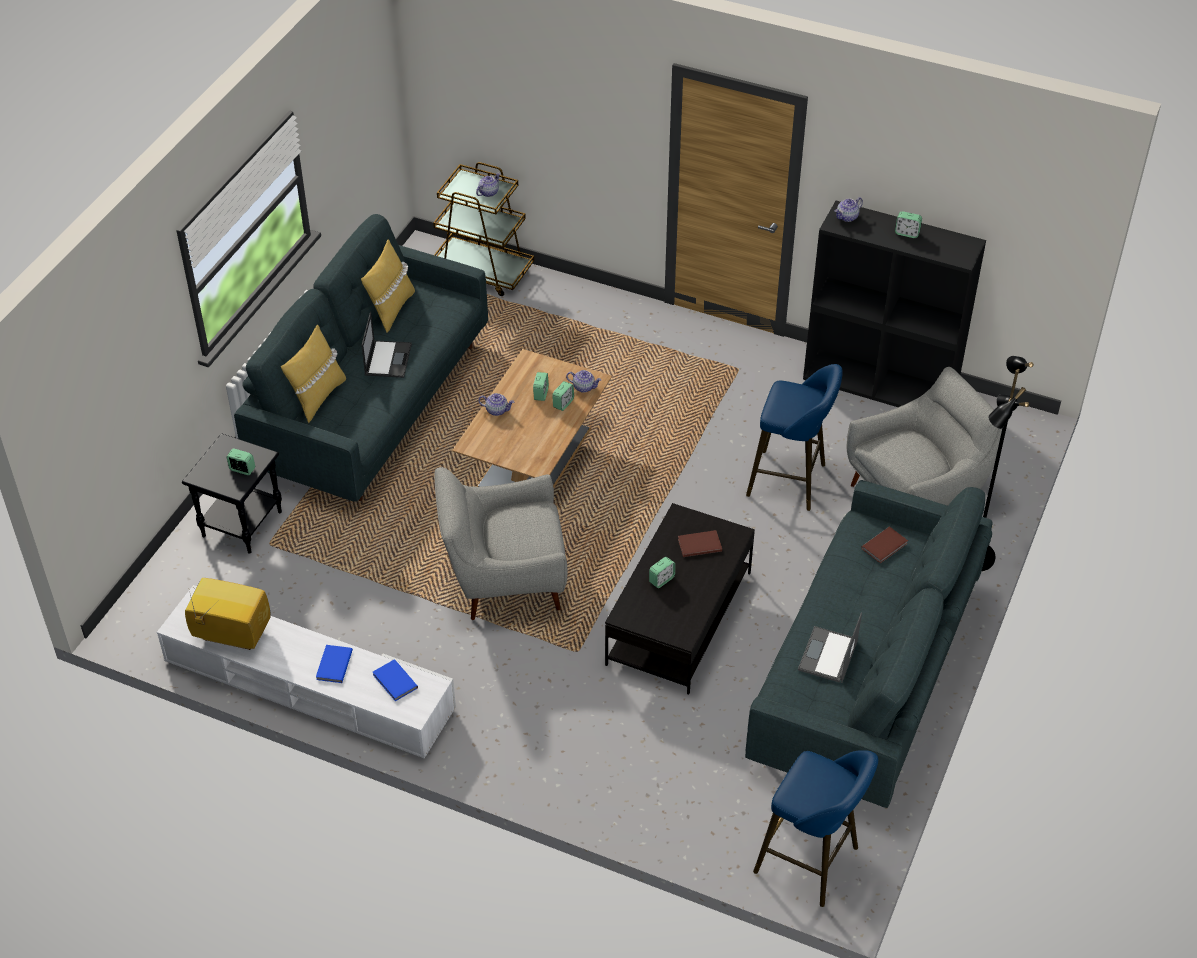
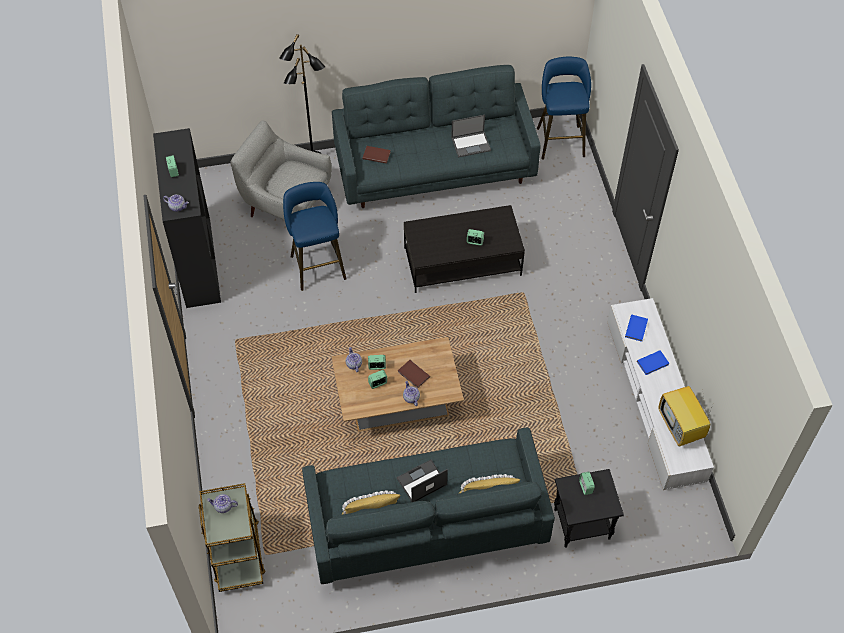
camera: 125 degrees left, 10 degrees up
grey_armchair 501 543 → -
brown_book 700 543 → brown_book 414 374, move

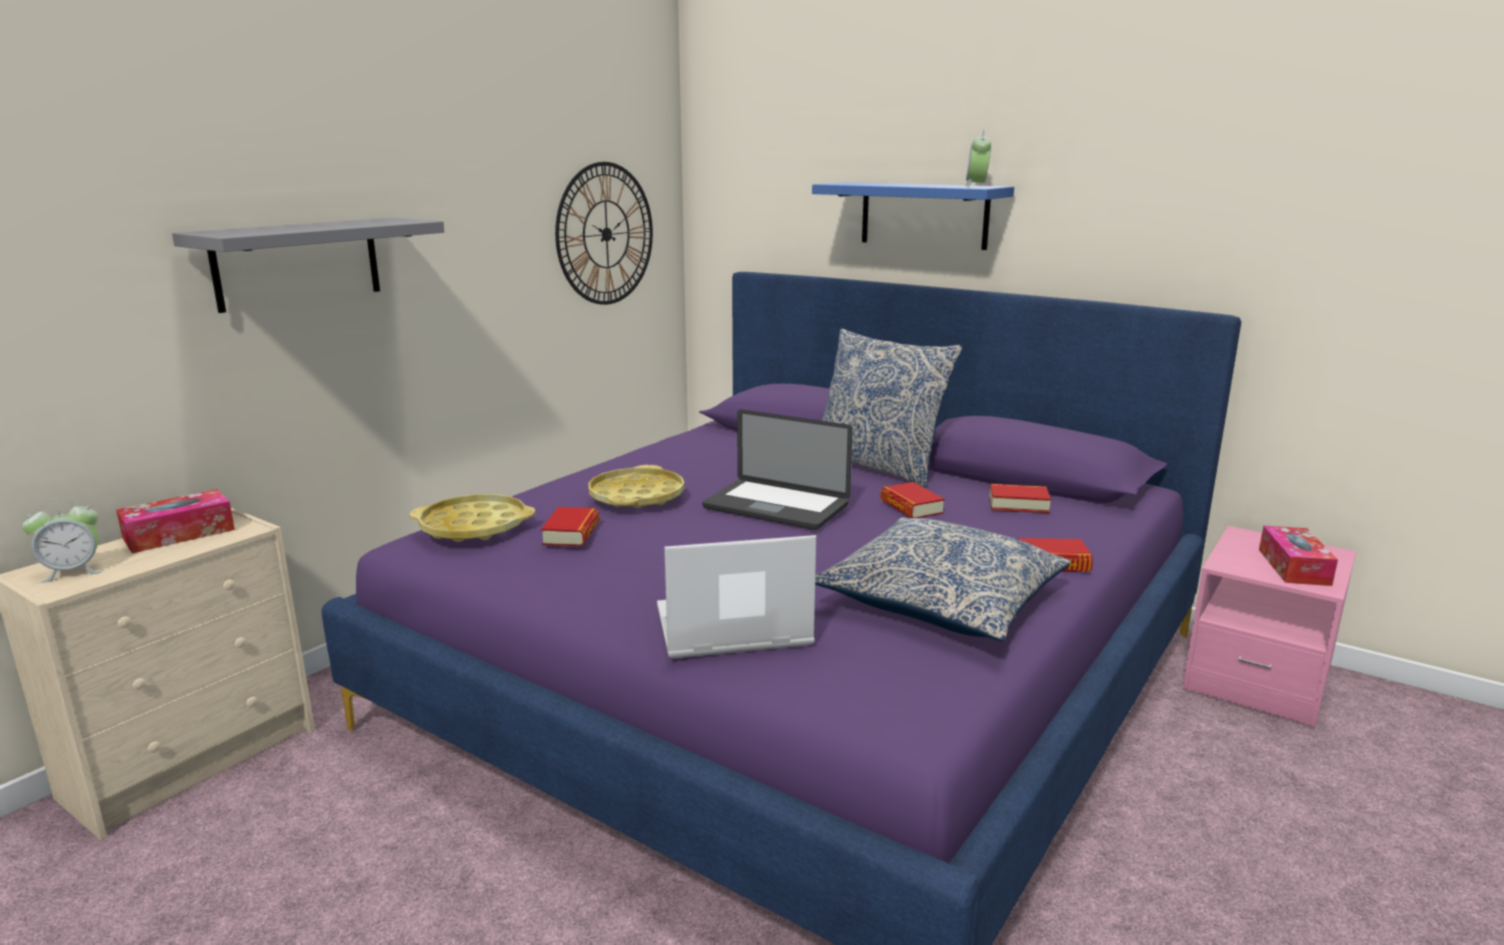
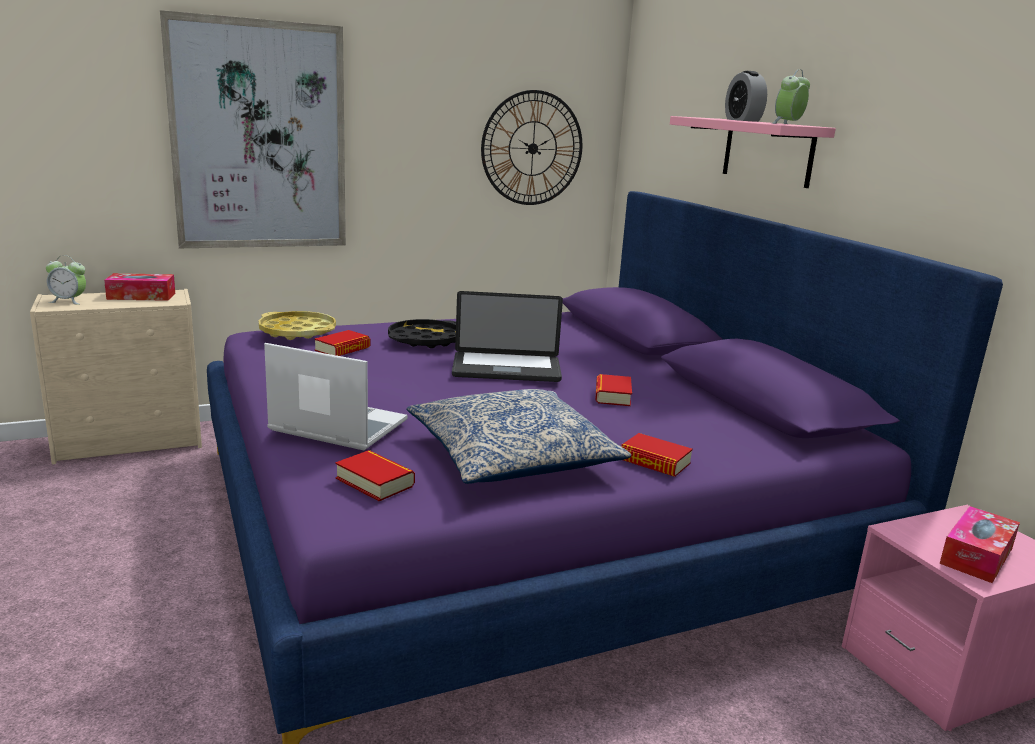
camera: 30 degrees right, 0 degrees up
grey_shelf 308 265 → picture 253 129
yellow_tray 636 486 → black_tray 422 333
laptop 777 470 → laptop 507 336, 60 degrees counterclockwise
blue_shelf 913 216 → pink_shelf 753 152
pillow 892 408 → -
book 1020 498 → book 375 475, move
- → alarm_clock 746 96

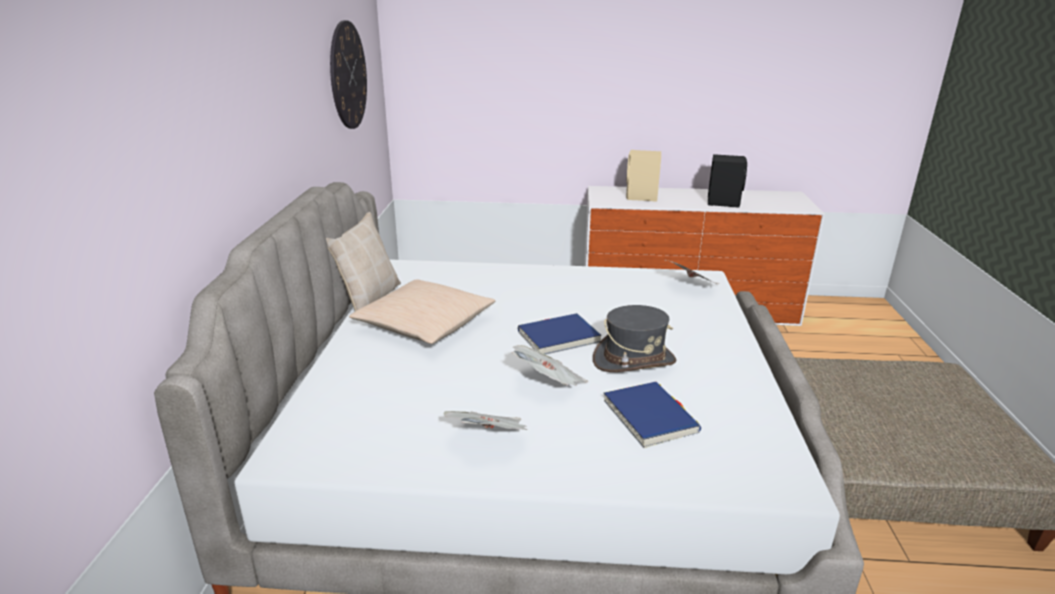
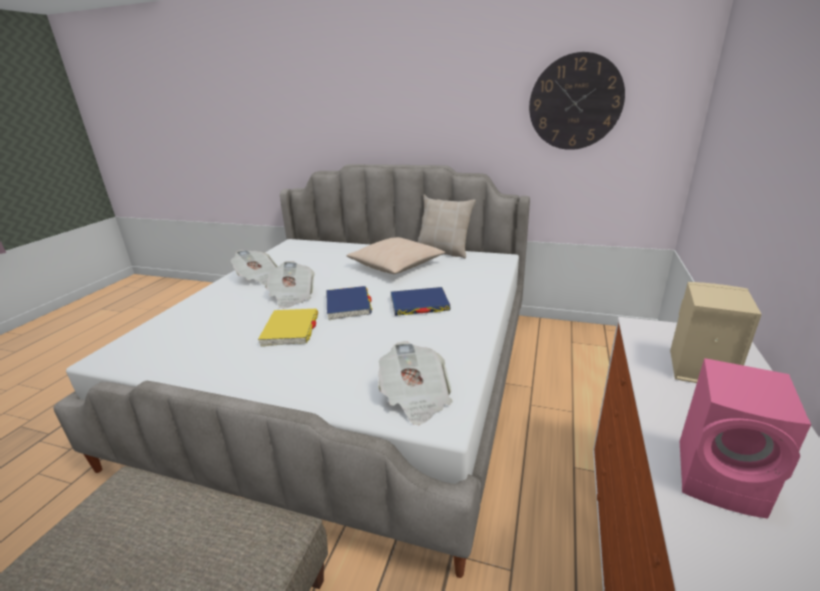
camera: 105 degrees right, 0 degrees up
grey_hat 634 338 → yellow_book 288 328
blue_book 652 415 → blue_book 420 301, move
black_speaker 727 181 → pink_speaker 745 438

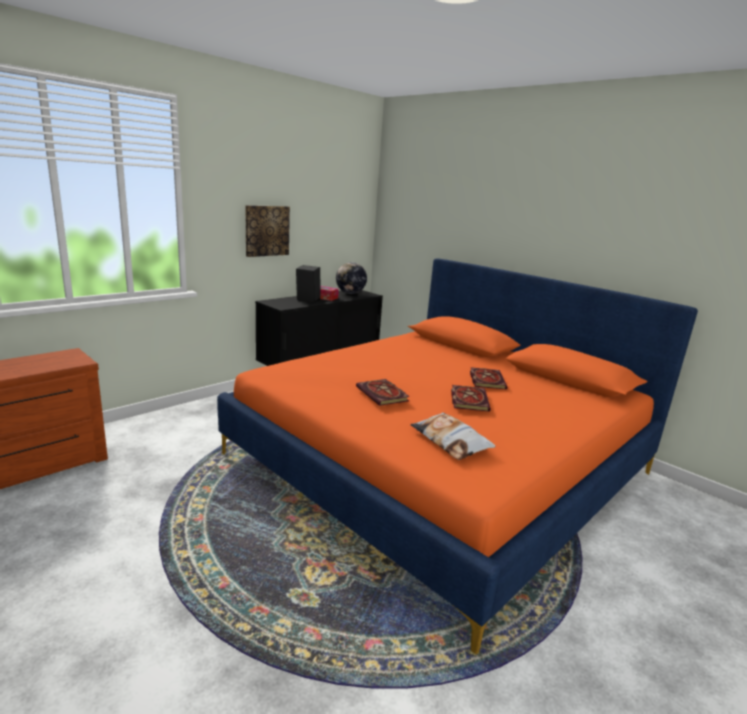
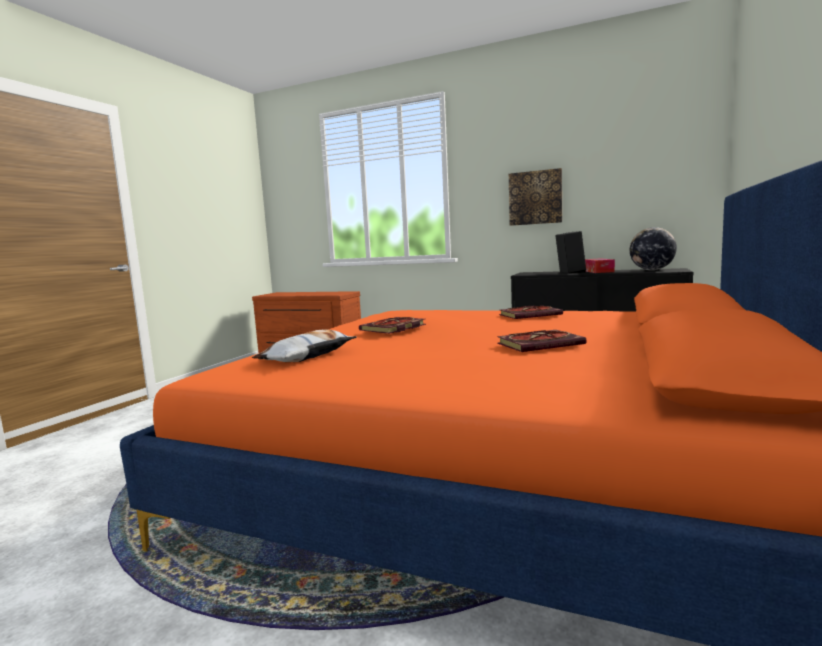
camera: 70 degrees right, 10 degrees down
book 471 398 → book 531 312, move

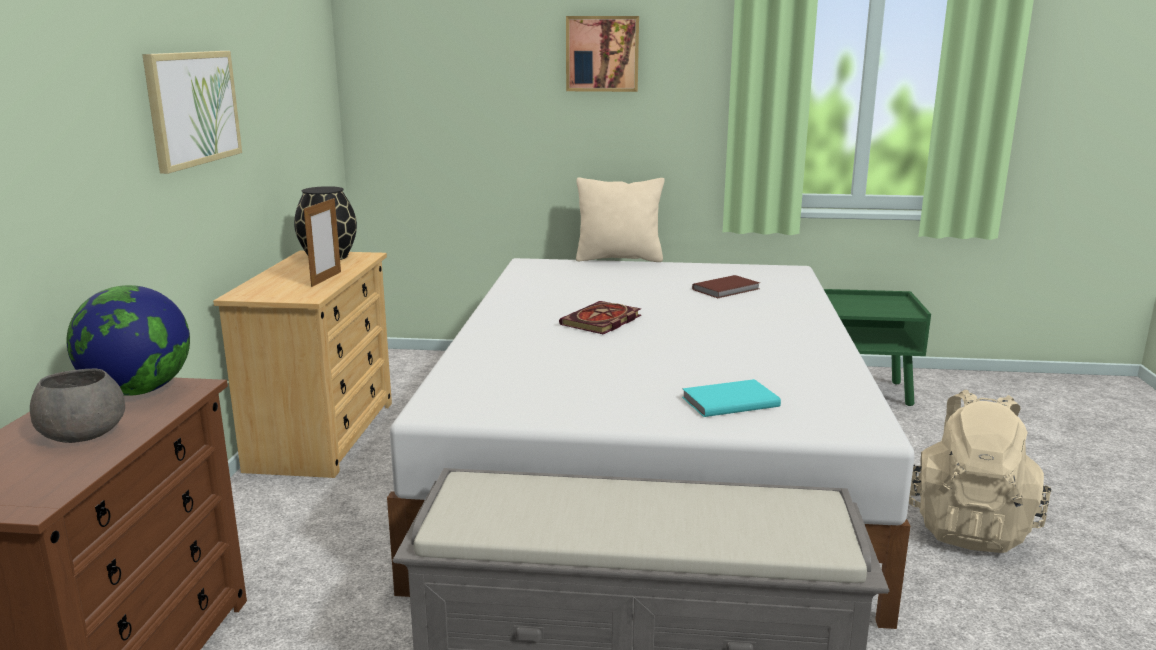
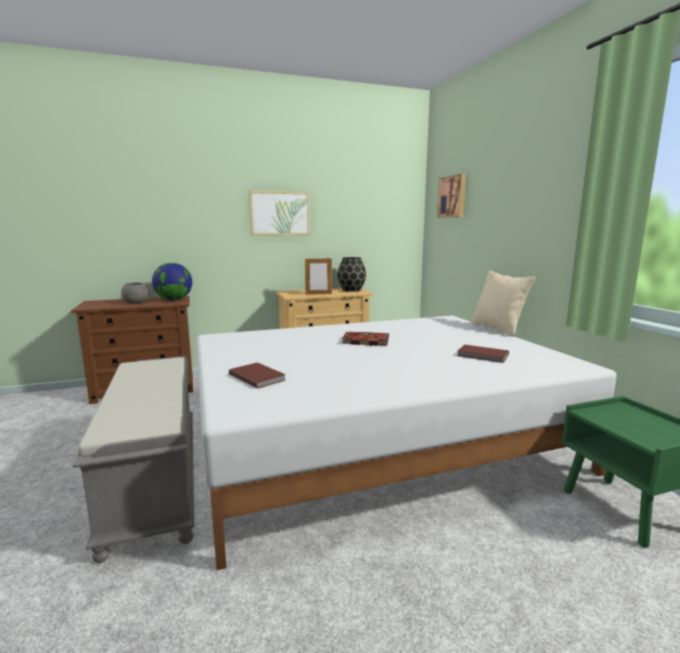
camera: 65 degrees right, 5 degrees down
picture 602 54 → picture 451 196, move
turquoise_book 731 398 → brown_book 257 376
beige_backpack 980 471 → -

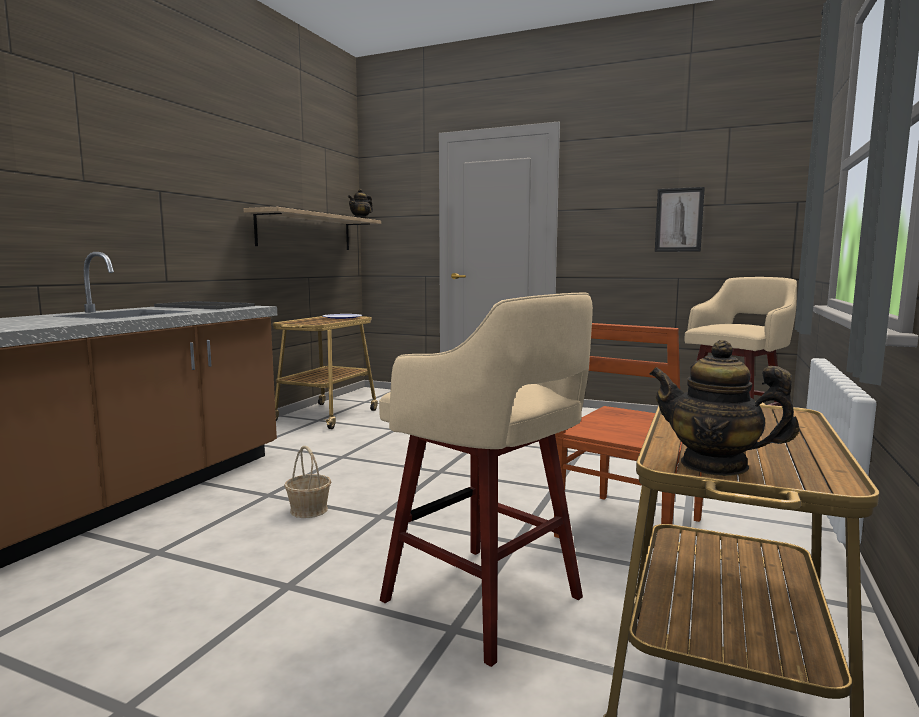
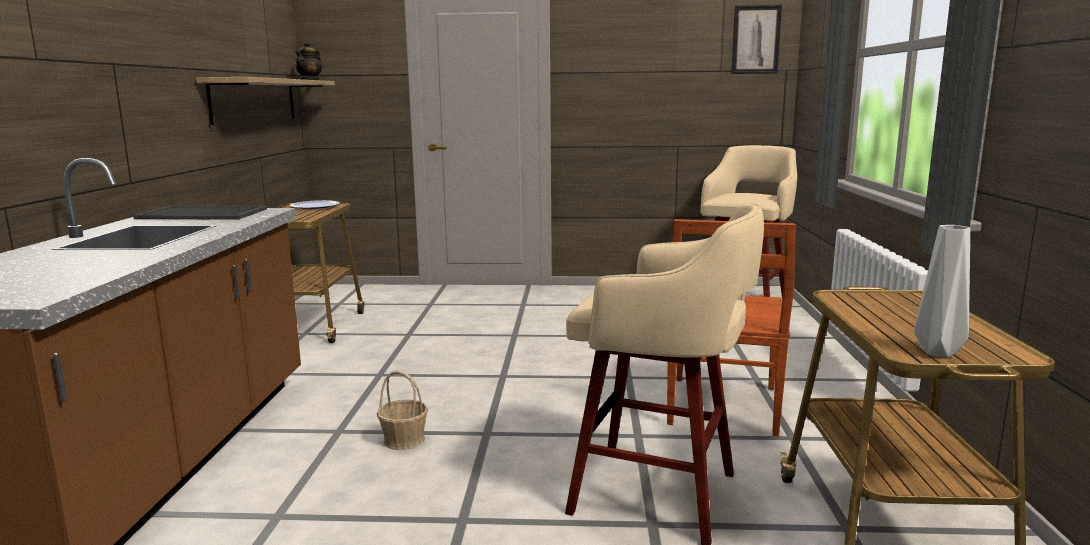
camera: 20 degrees left, 5 degrees up
teapot 724 408 → grey_vase 942 291
picture 680 219 → picture 756 39, move

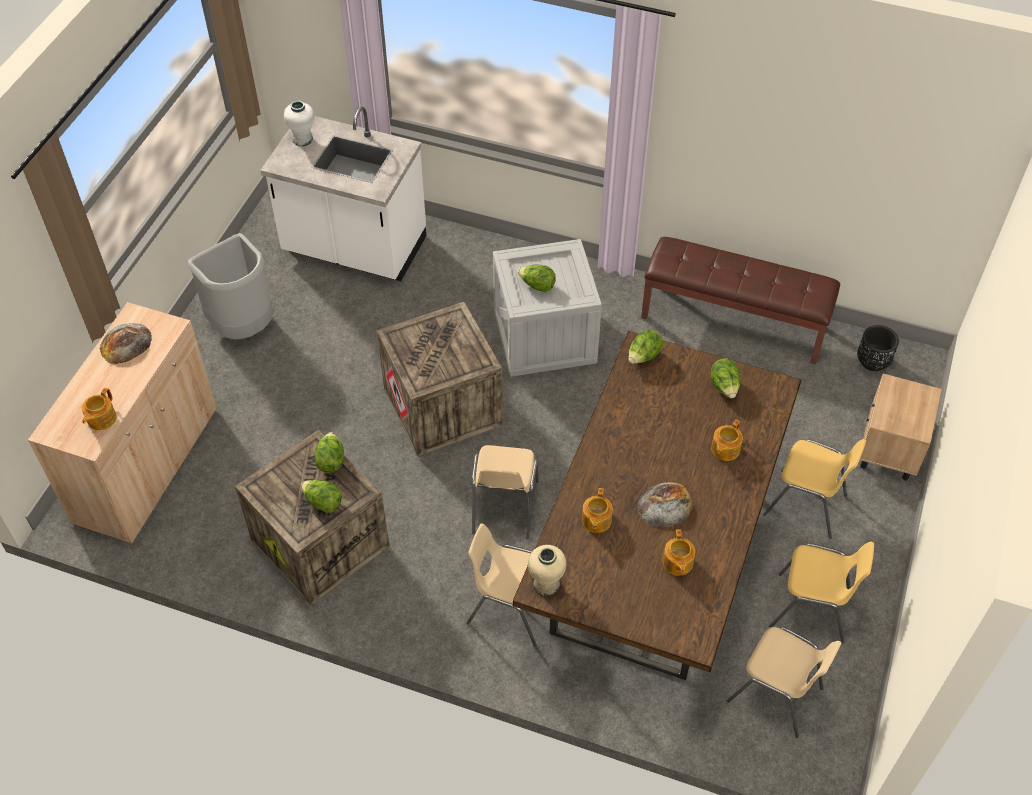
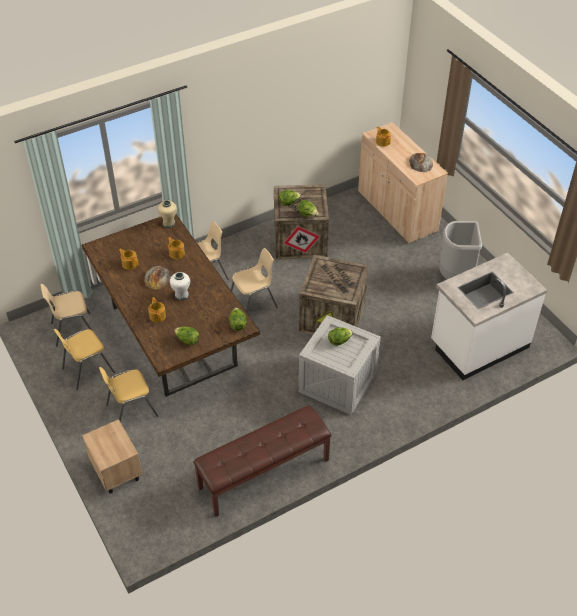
camera: 130 degrees right, 5 degrees down
white_vase 299 123 → white_vase 180 286, move
beige_chair 505 492 → beige_chair 254 280, 105 degrees clockwise
black_planter 878 348 → -

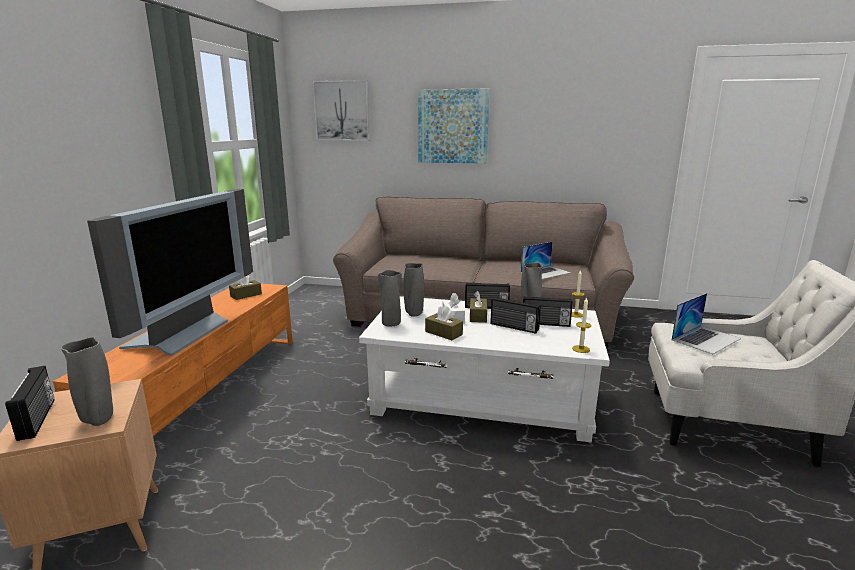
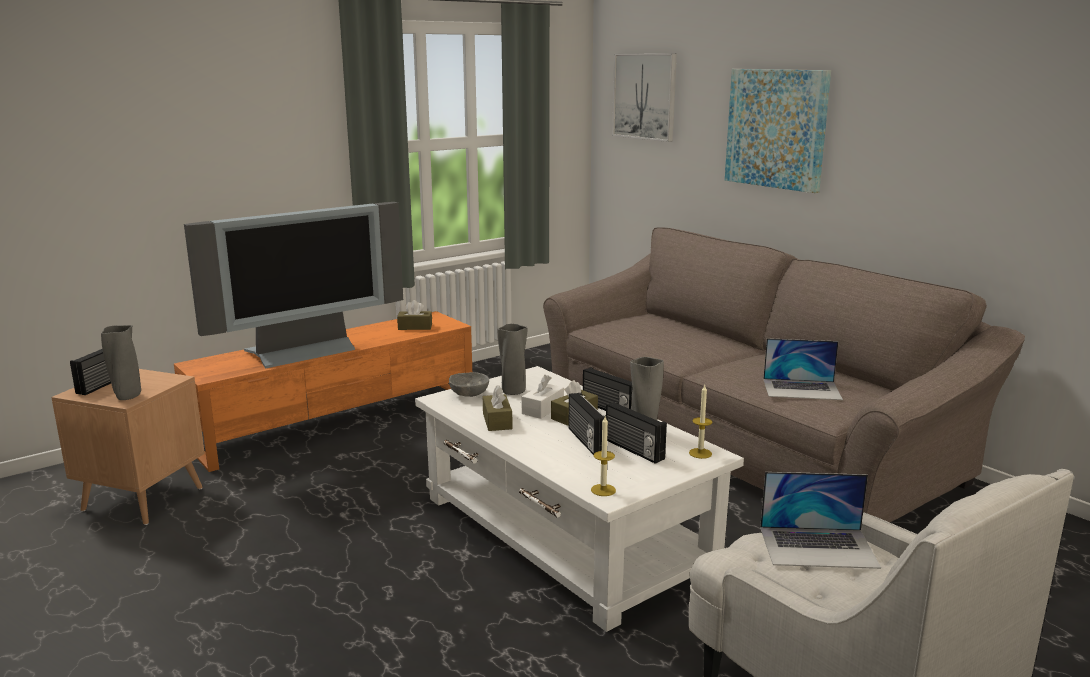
camera: 40 degrees right, 0 degrees up
grey_vase 390 298 → grey_bowl 469 384

